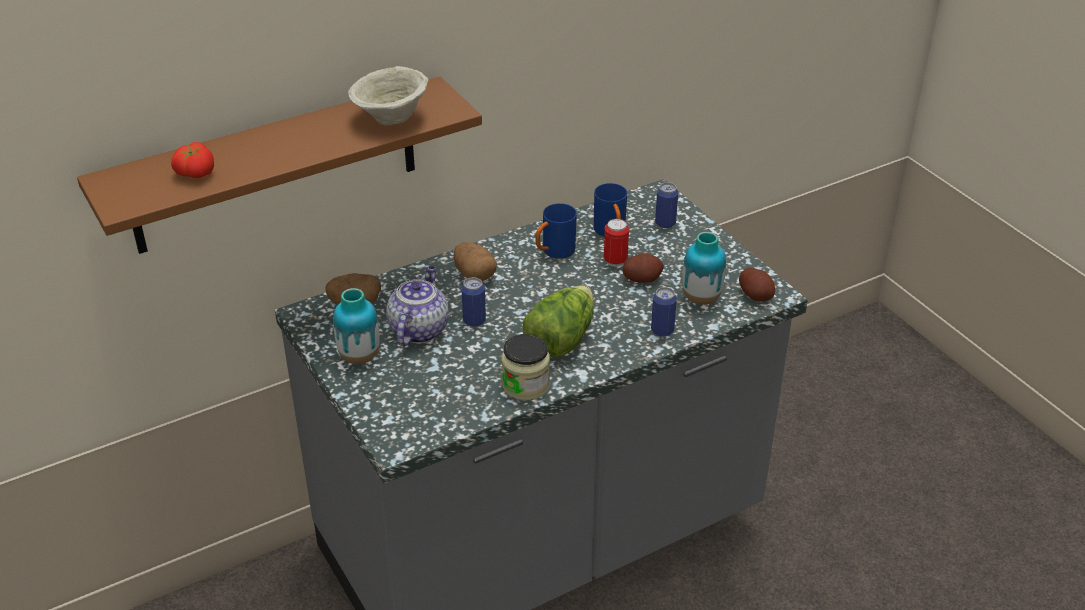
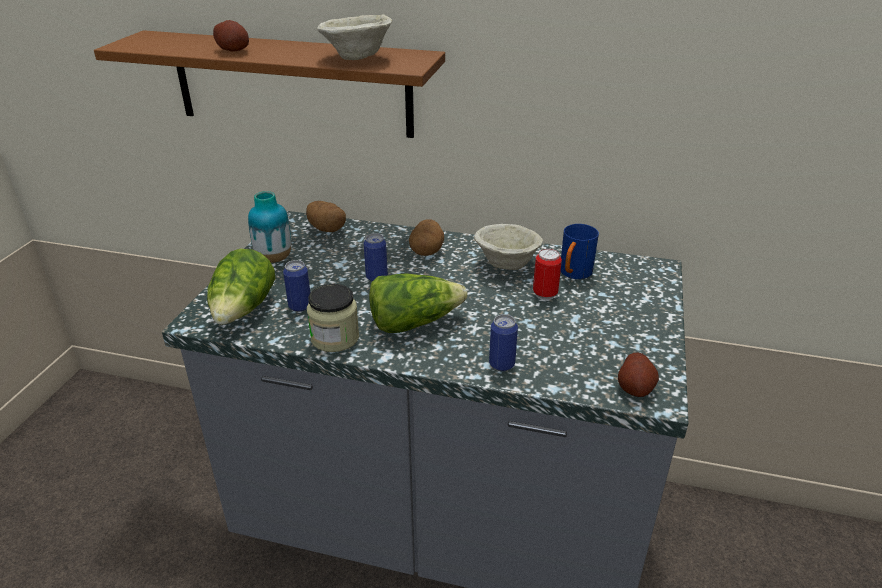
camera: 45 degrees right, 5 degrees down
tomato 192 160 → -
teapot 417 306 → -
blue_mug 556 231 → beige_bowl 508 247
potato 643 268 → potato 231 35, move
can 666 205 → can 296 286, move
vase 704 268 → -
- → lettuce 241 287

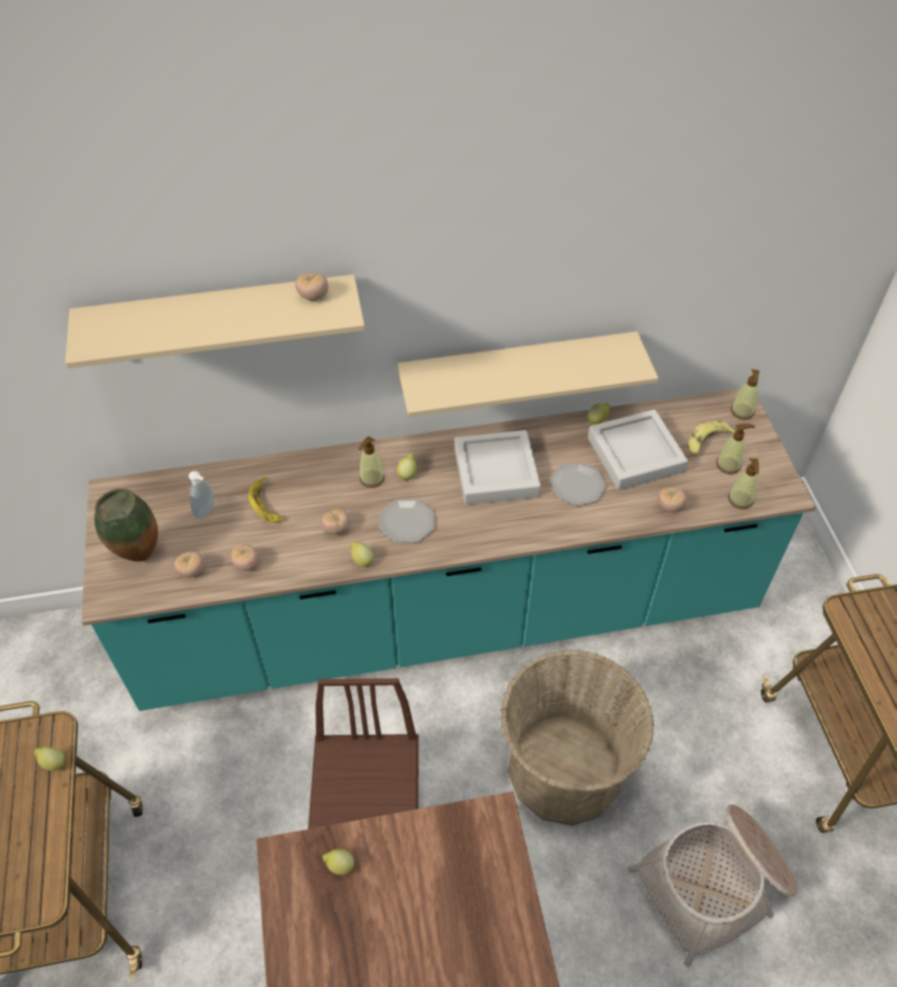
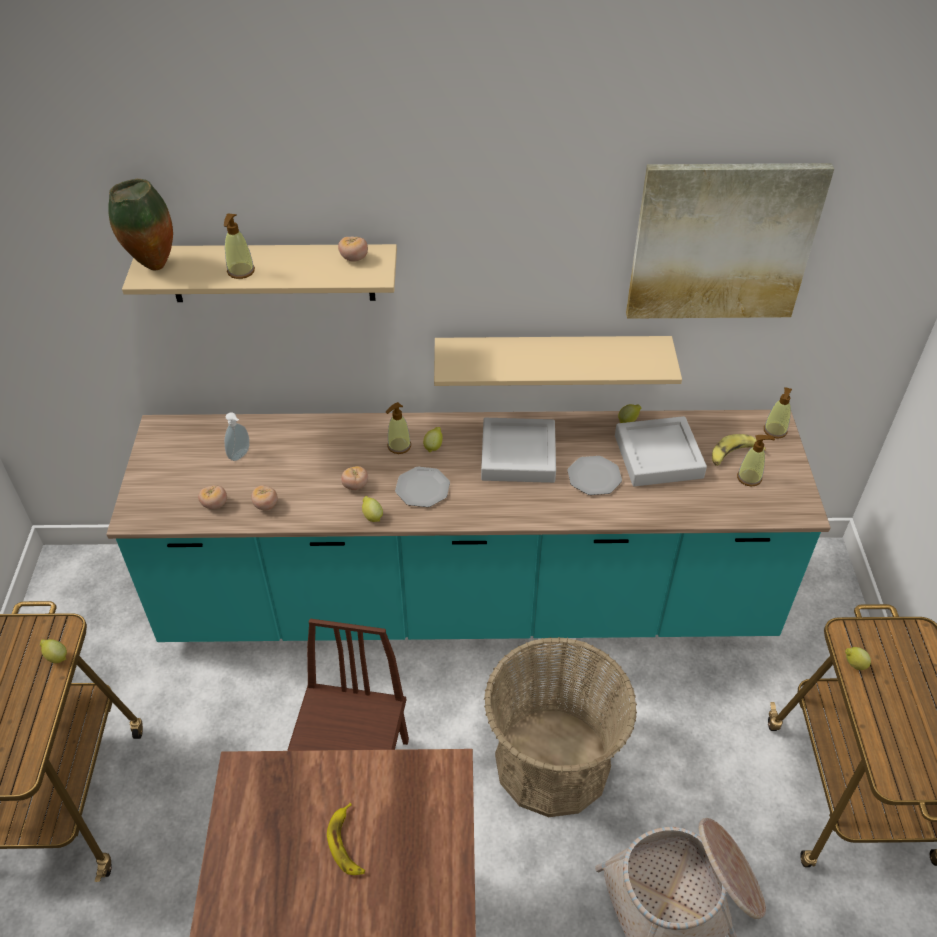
camera: 10 degrees right, 5 degrees down
vase 126 525 → vase 140 224, move
banana 266 499 → banana 346 839, move
lemon 338 862 → lemon 858 658, move
tomato 672 499 → -
soap_dispenser 743 483 → soap_dispenser 239 246, move
- → picture 730 241

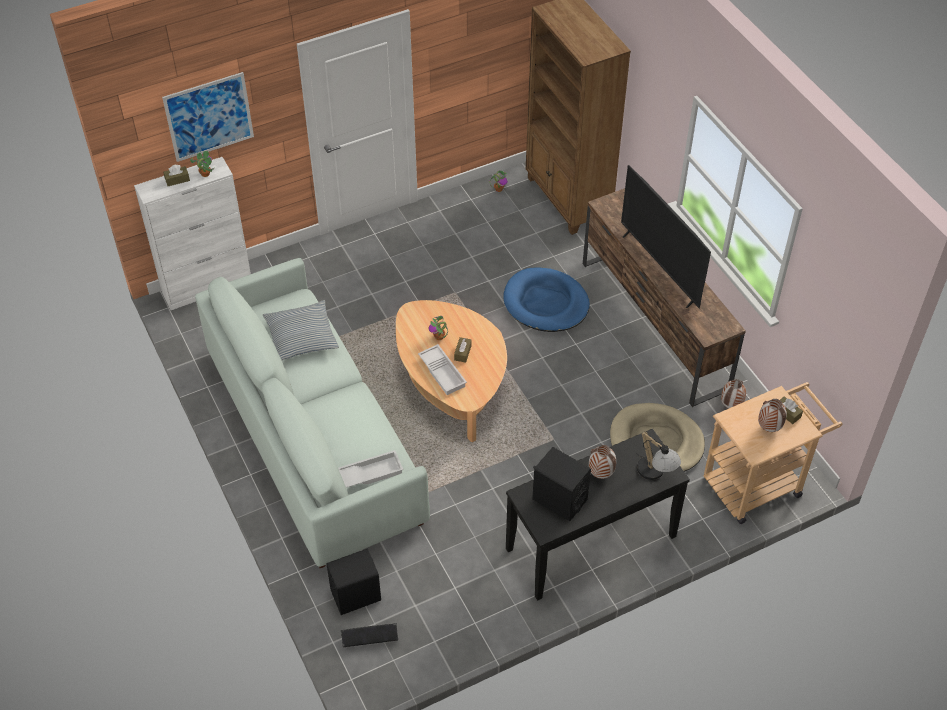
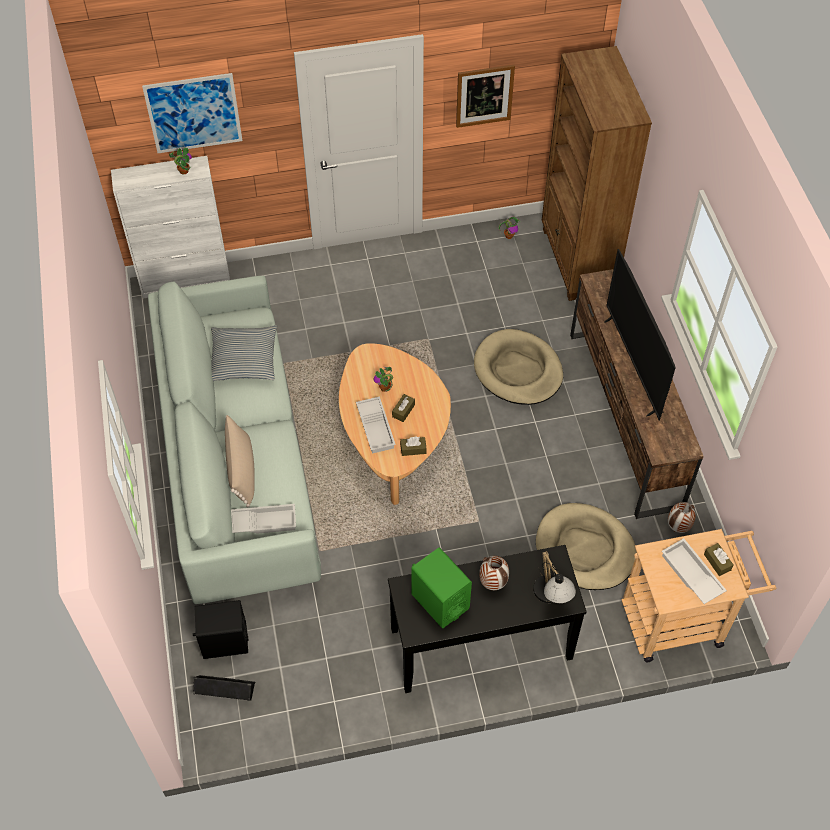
camera: 15 degrees right, 5 degrees up
brown_tissue_box 176 175 → brown_tissue_box 413 446, move
blue_dog_bed 546 299 → beige_dog_bed 518 367
black_speaker 561 484 → green_speaker 441 587
vase 772 415 → white_tray 694 571
- → beige_pillow 240 461
- → picture 485 96

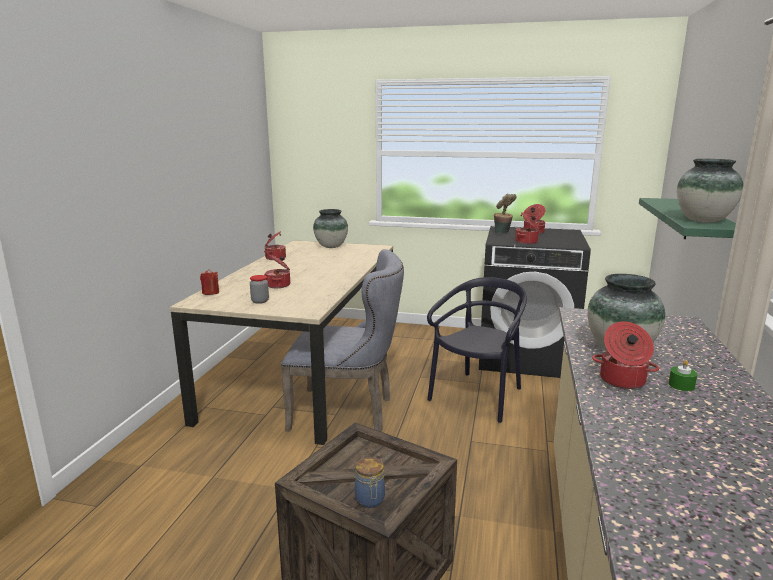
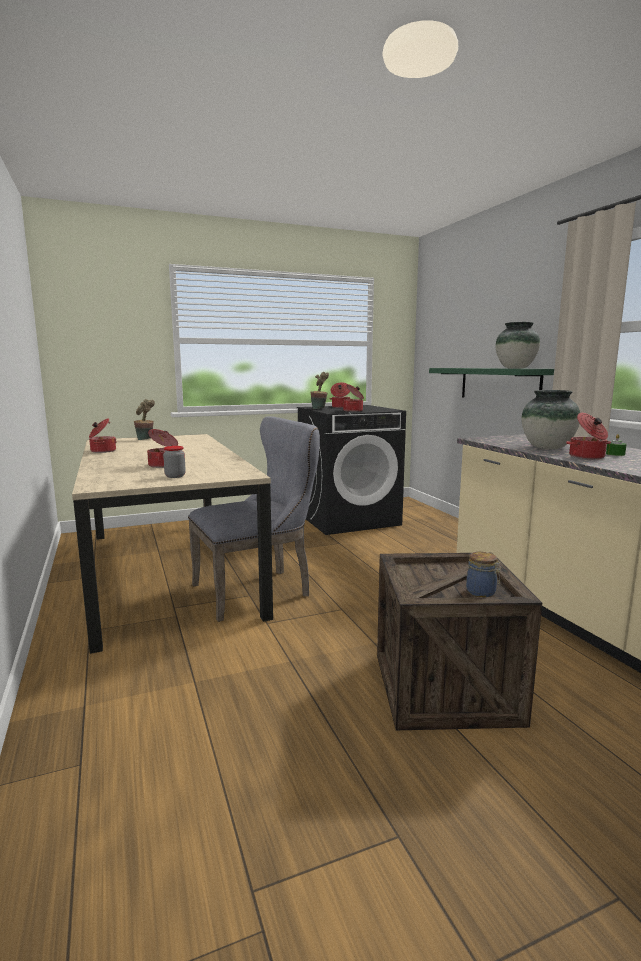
camera: 35 degrees left, 5 degrees down
red_candle 209 282 → -
vase 330 228 → potted_plant 144 419
black_chair 477 350 → -

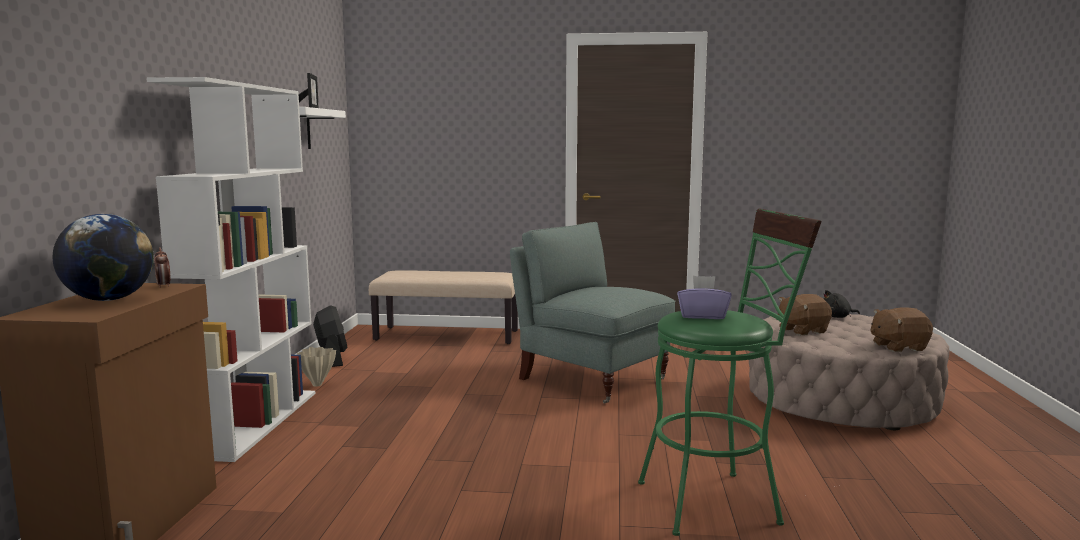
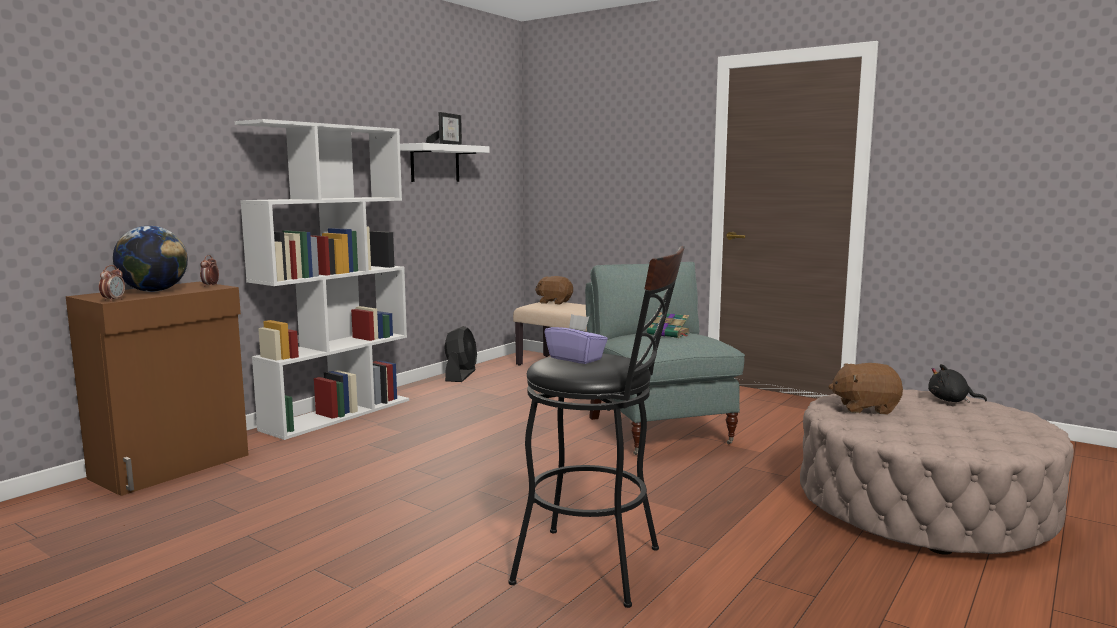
camera: 30 degrees right, 0 degrees up
beige_vase 316 367 → -
green_stool 730 372 → black_stool 597 427
brown_plush_toy 902 329 → brown_plush_toy 554 290, move
- → alarm_clock 112 283
- → book 668 325

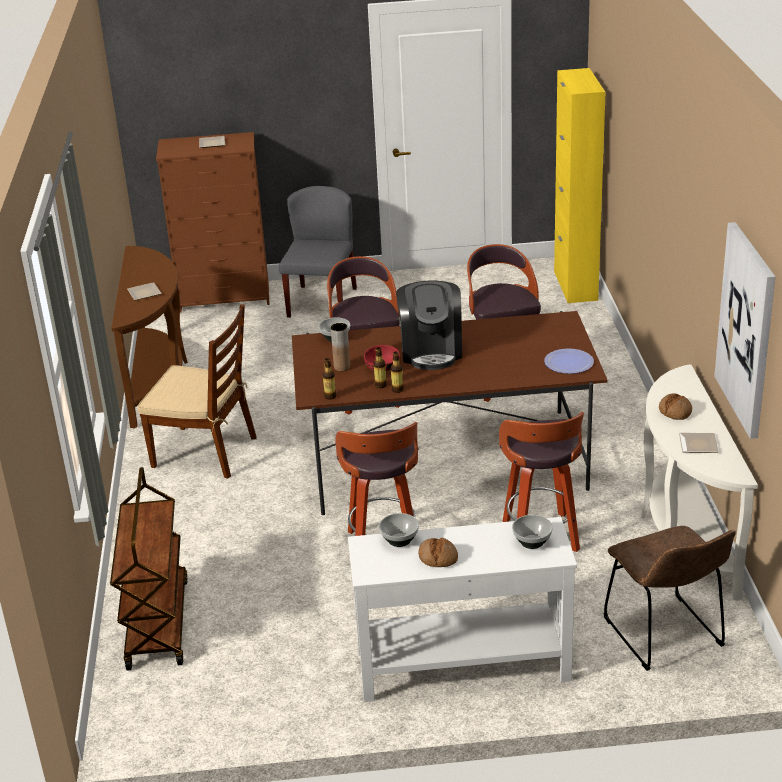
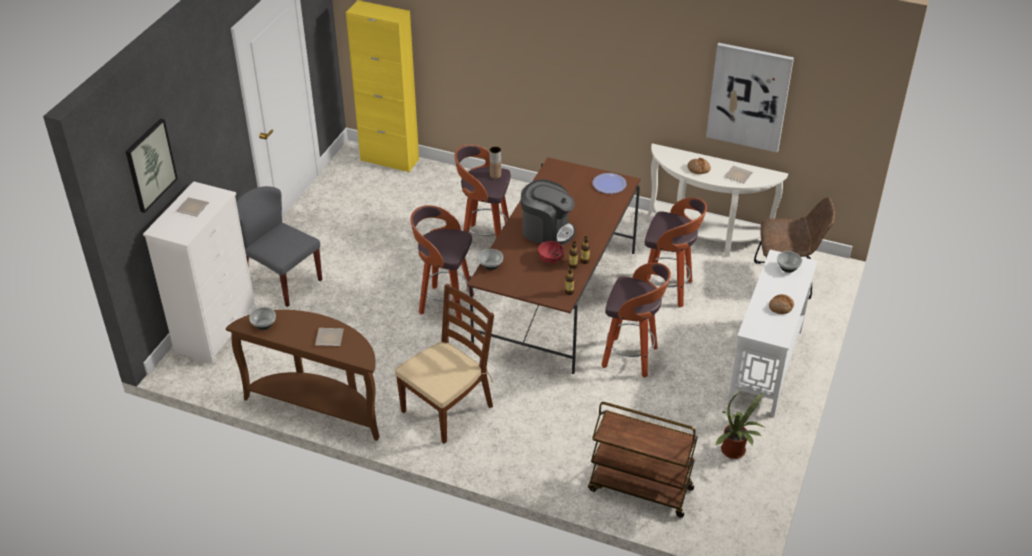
camera: 65 degrees left, 10 degrees up
brown_dresser 212 222 → white_dresser 199 272
brown_vase 340 347 → brown_vase 495 163, move
bowl 399 530 → bowl 262 318, move
- → picture 151 165
- → potted_plant 739 425

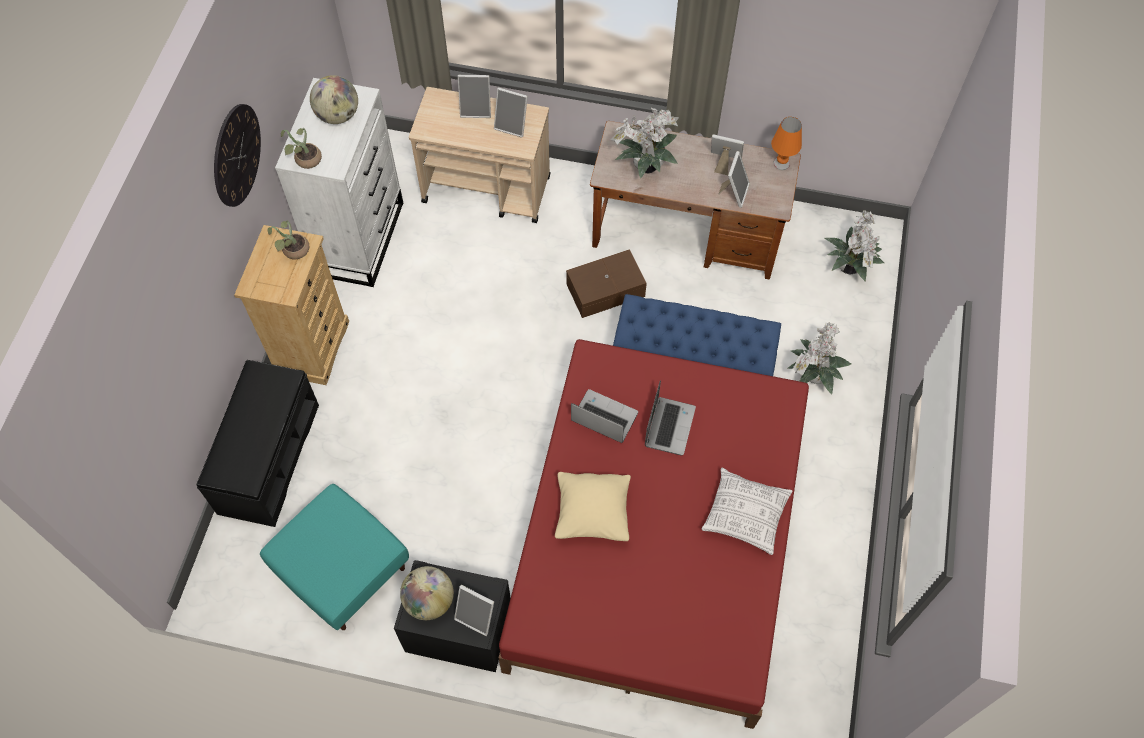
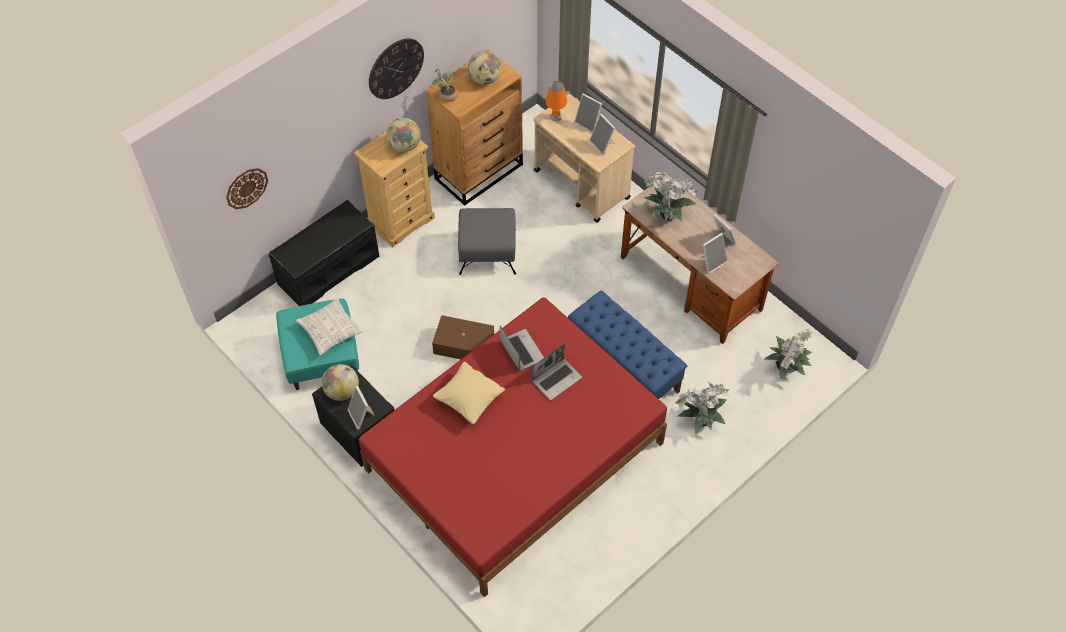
camera: 35 degrees right, 5 degrees down
potted_plant 288 240 → globe 403 135
white_dresser 339 182 → brown_dresser 474 128
brown_storage_box 606 283 → brown_storage_box 463 337, move
pillow 747 511 → pillow 329 326, move
orange_table_lamp 786 143 → orange_table_lamp 556 101, move
- → wall_clock 247 188
- → grey_ottoman 487 241

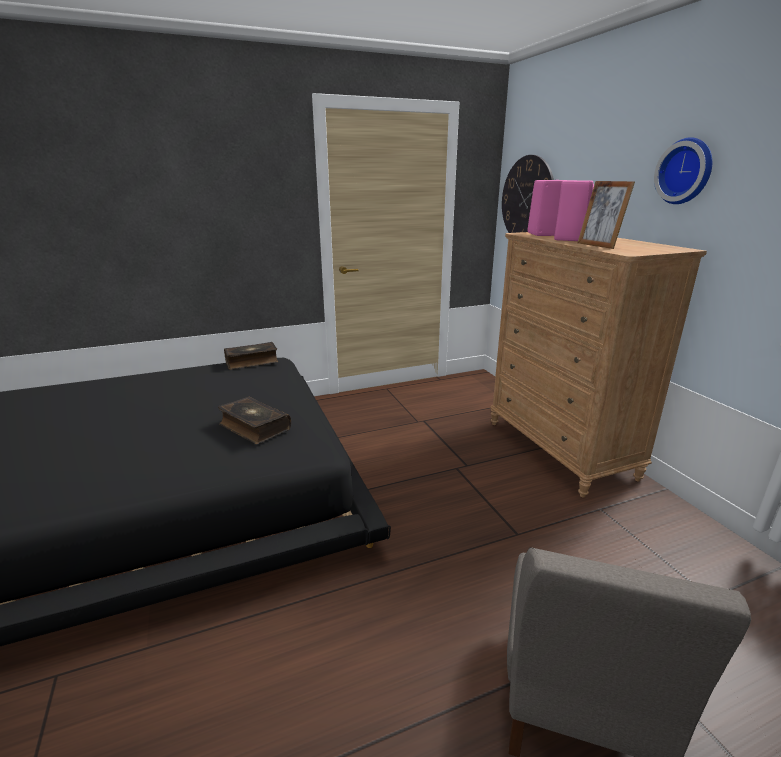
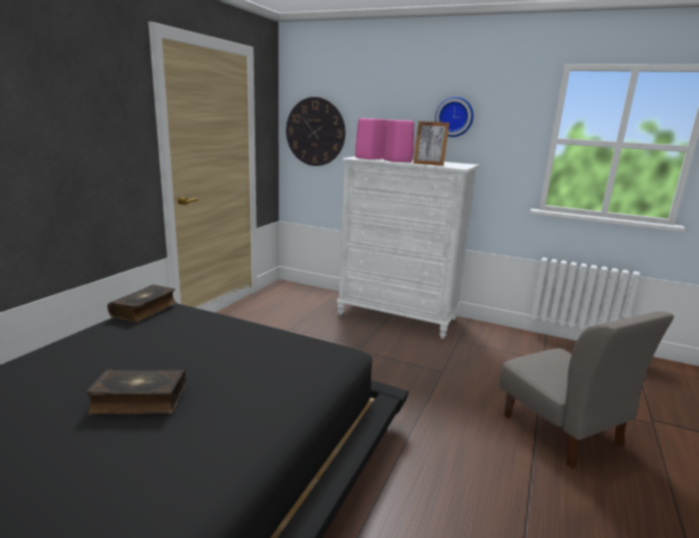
camera: 45 degrees left, 5 degrees down
book 254 420 → book 136 392, move
brown_dresser 598 365 → white_dresser 408 248

